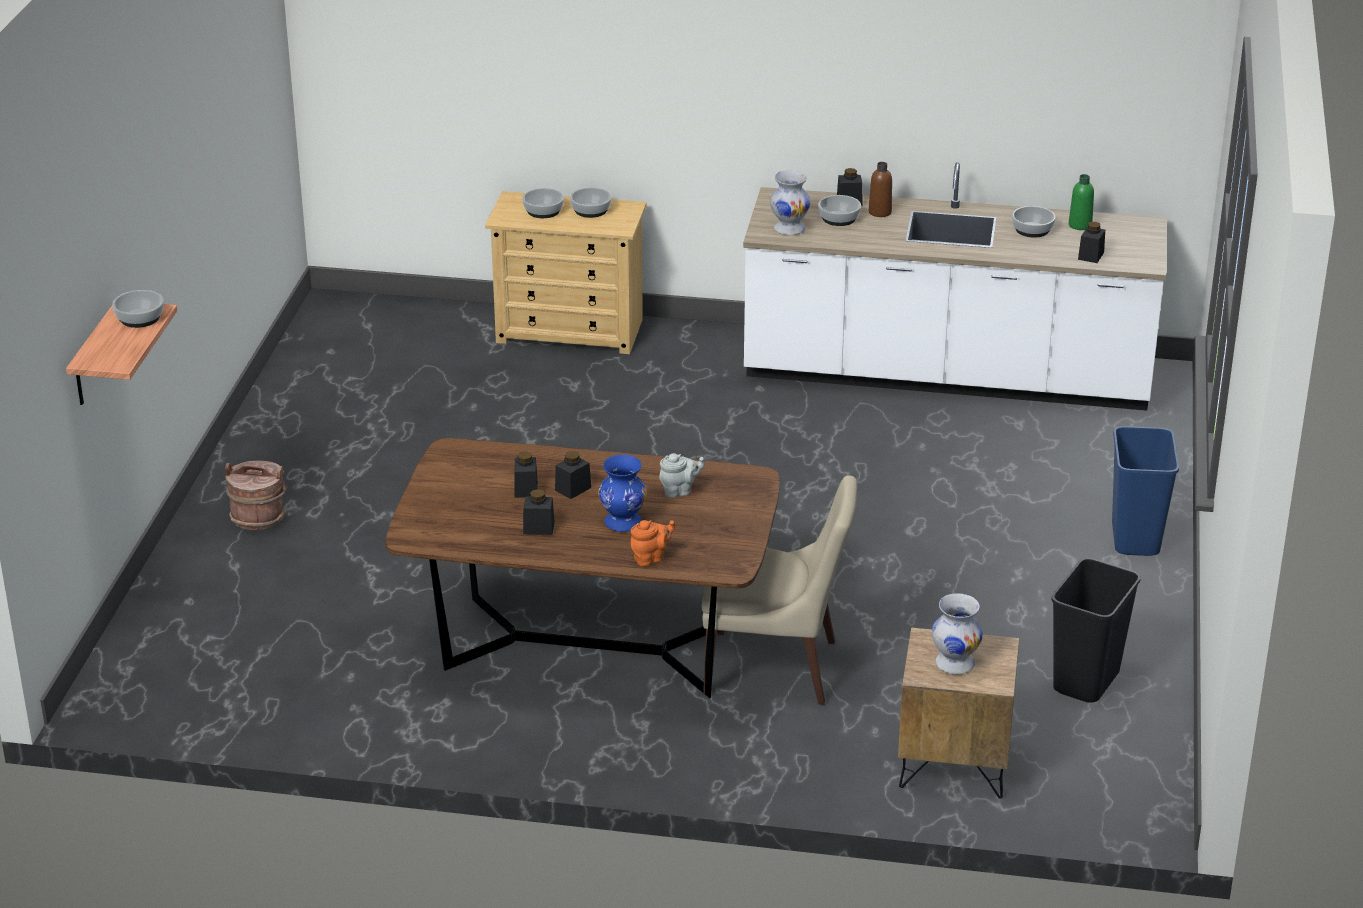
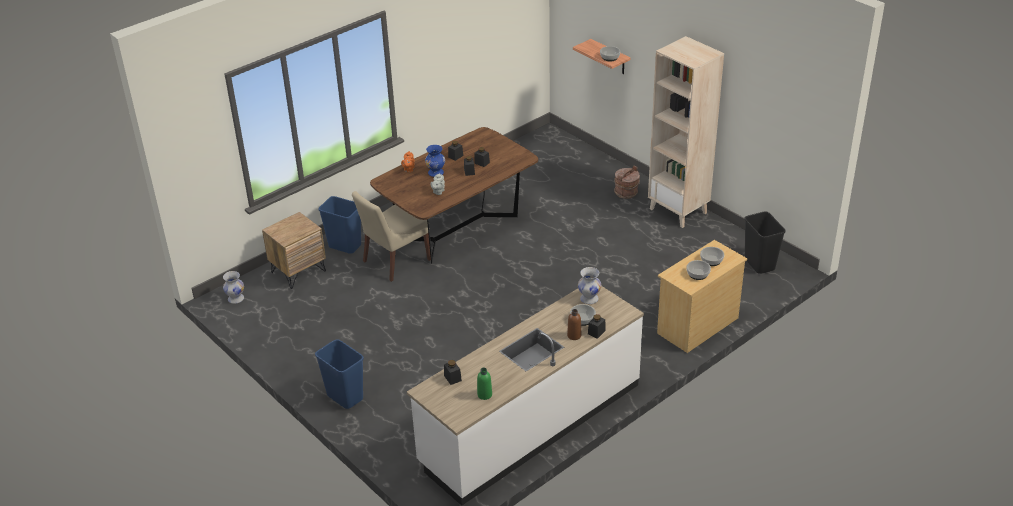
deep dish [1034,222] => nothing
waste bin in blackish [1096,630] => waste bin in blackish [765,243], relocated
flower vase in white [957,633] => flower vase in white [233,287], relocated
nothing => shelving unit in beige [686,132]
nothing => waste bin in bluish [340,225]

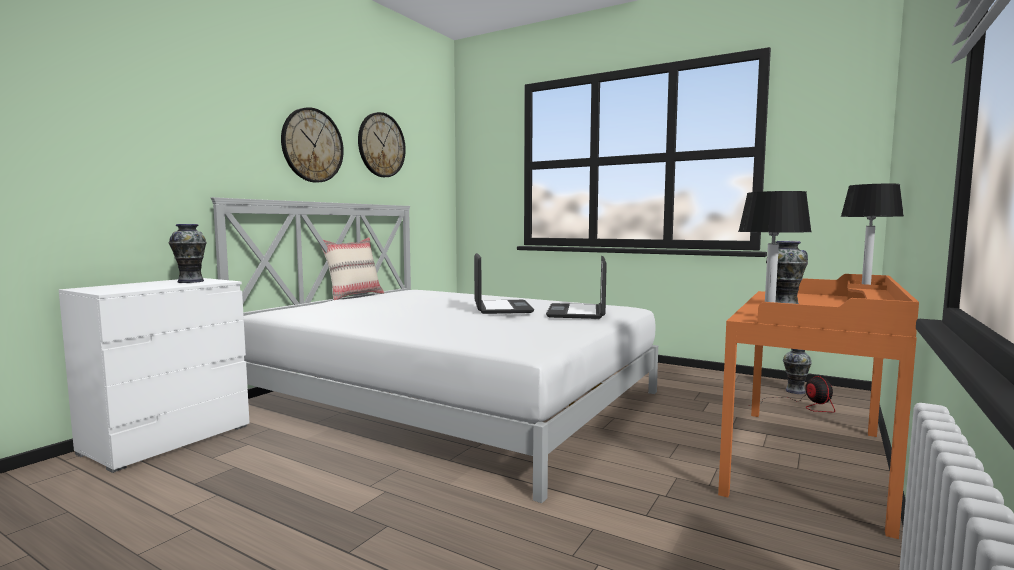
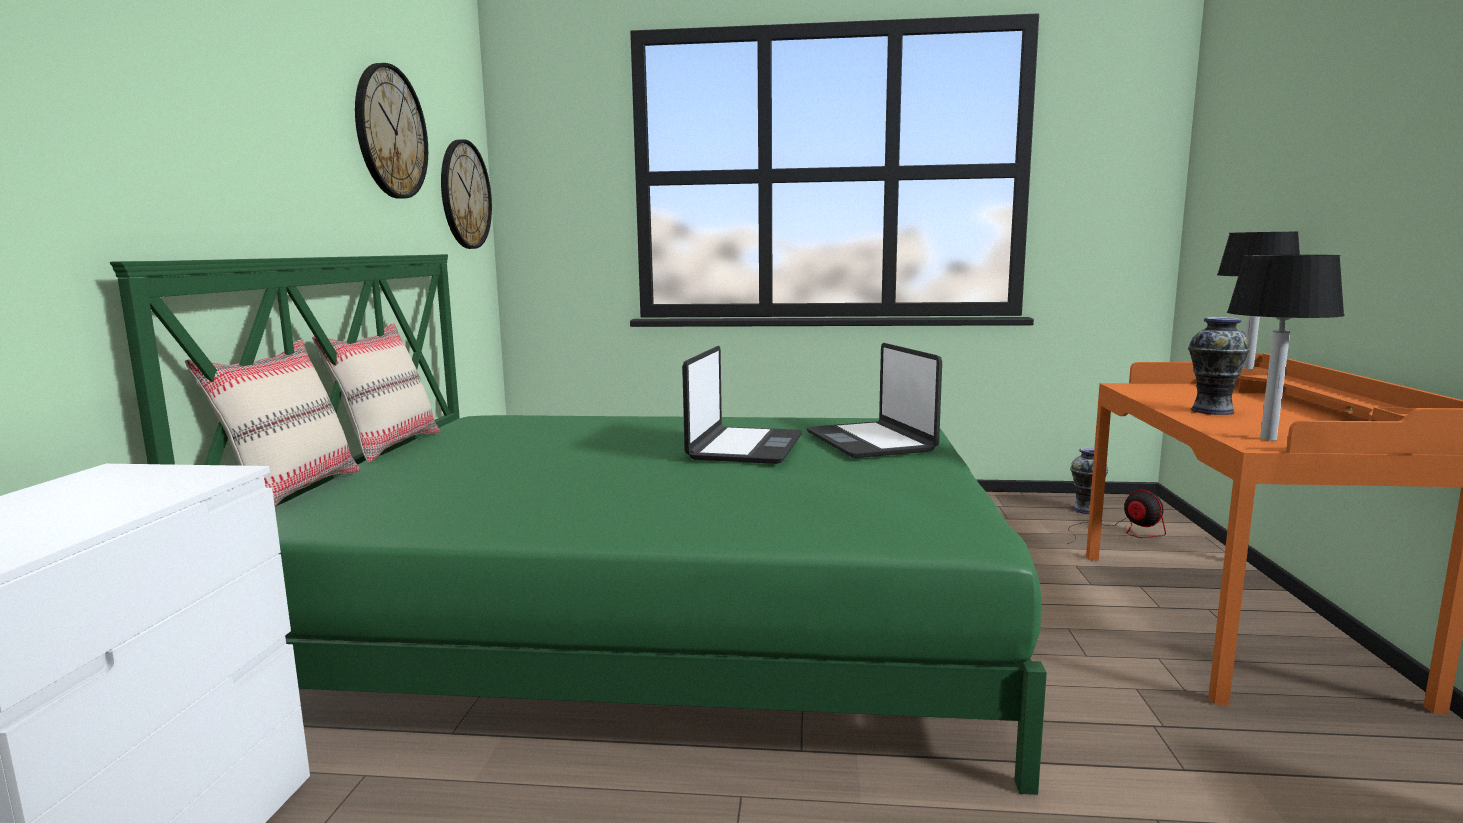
wall clock [312,144] => wall clock [466,194], relocated
bed in white [434,350] => bed in green-coloured [578,524]
flower vase [188,253] => nothing
portable computer [504,283] => portable computer [742,405], 45 degrees clockwise
nothing => throw pillow in beige [272,422]

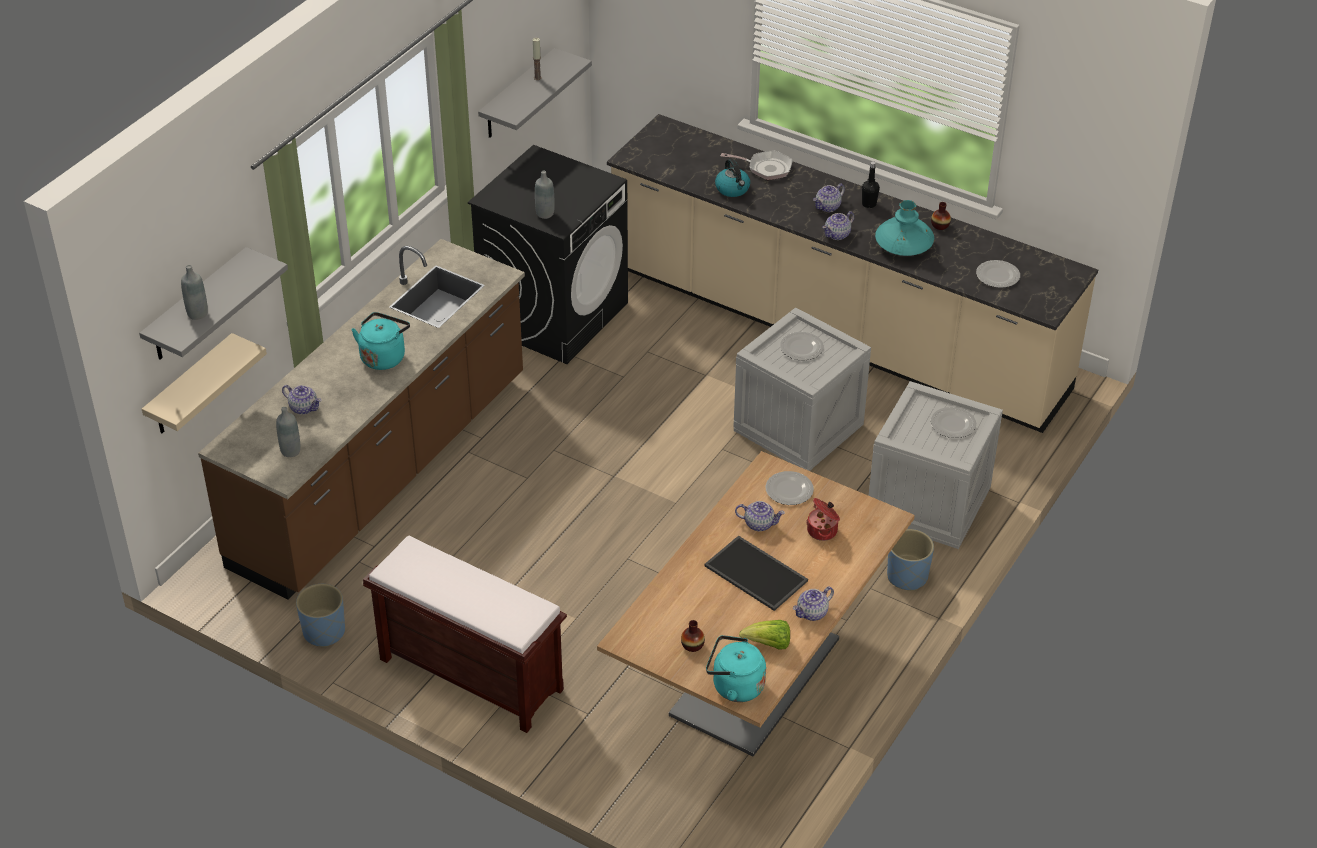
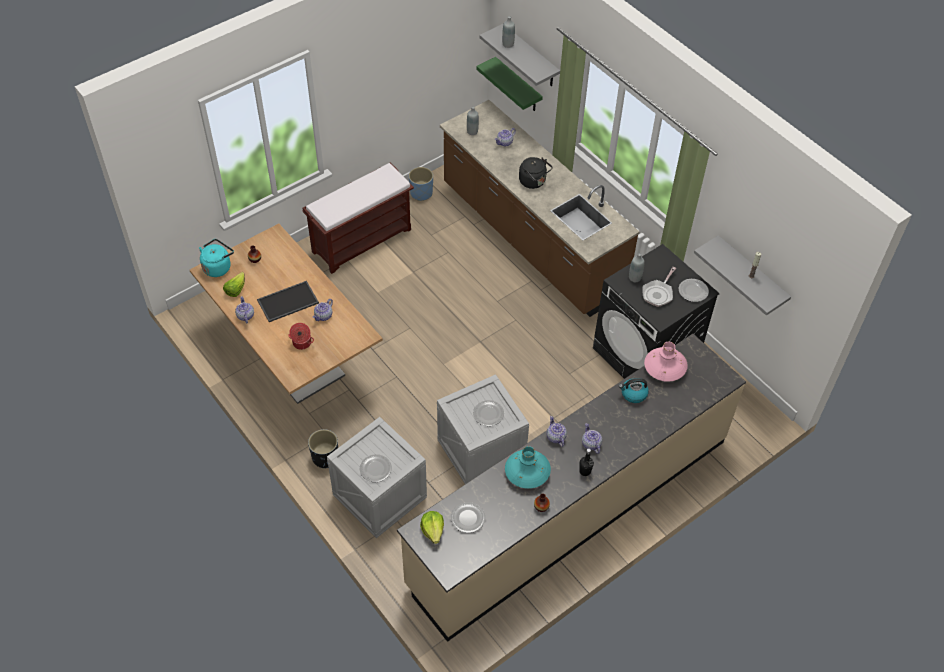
pan [756,165] => pan [659,287], relocated
water kettle in turquoise-coloured [380,341] => water kettle in blackish [535,173]
bracket shelf in beige [204,383] => bracket shelf in green-coloured [509,84]
dinner plate [789,488] => dinner plate [694,290], relocated
flower pot in bluish [910,560] => flower pot in blackish [323,449]
nothing => flower vase in pink [666,362]
nothing => head of lettuce [432,527]

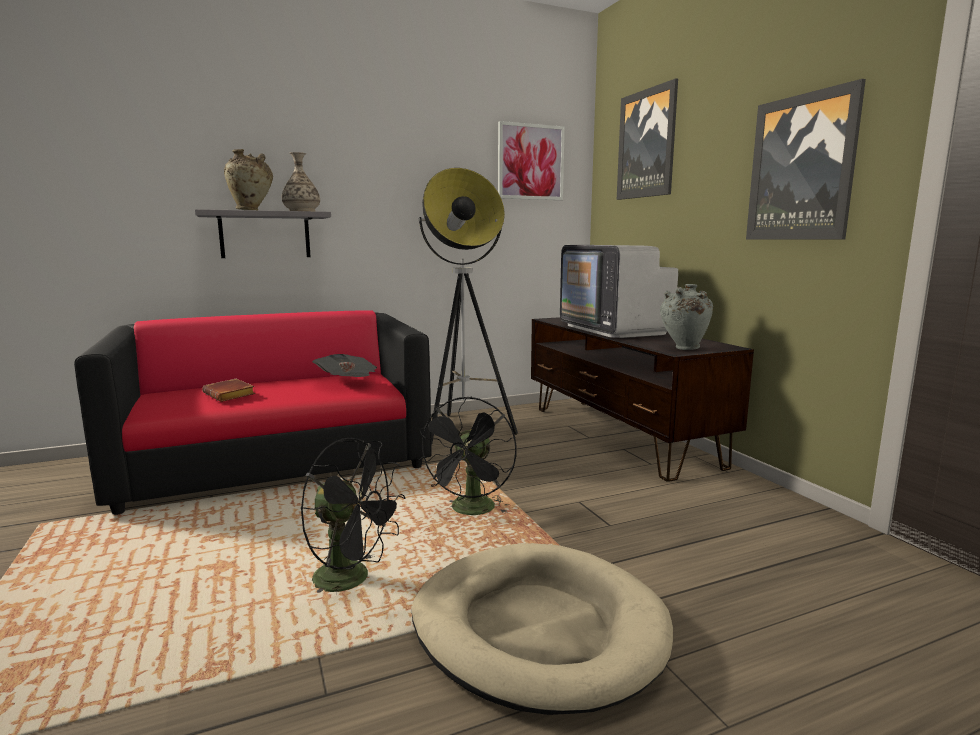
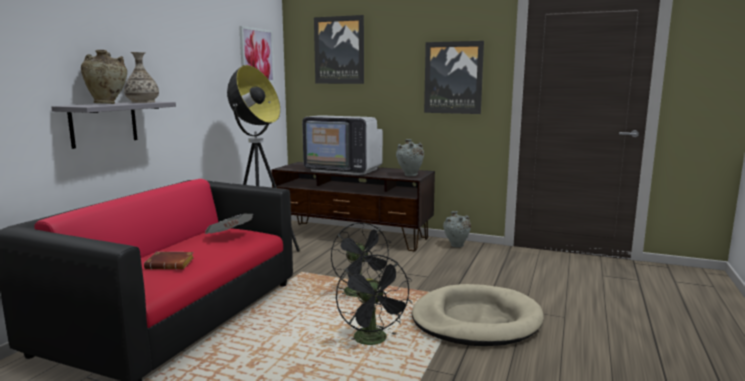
fan in blackish [352,515] => fan in blackish [374,299], 90 degrees clockwise
nothing => flower vase in greyish [457,229]

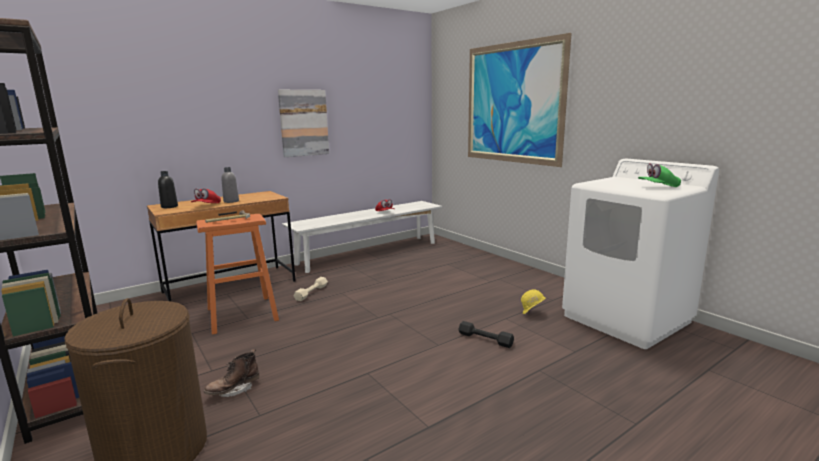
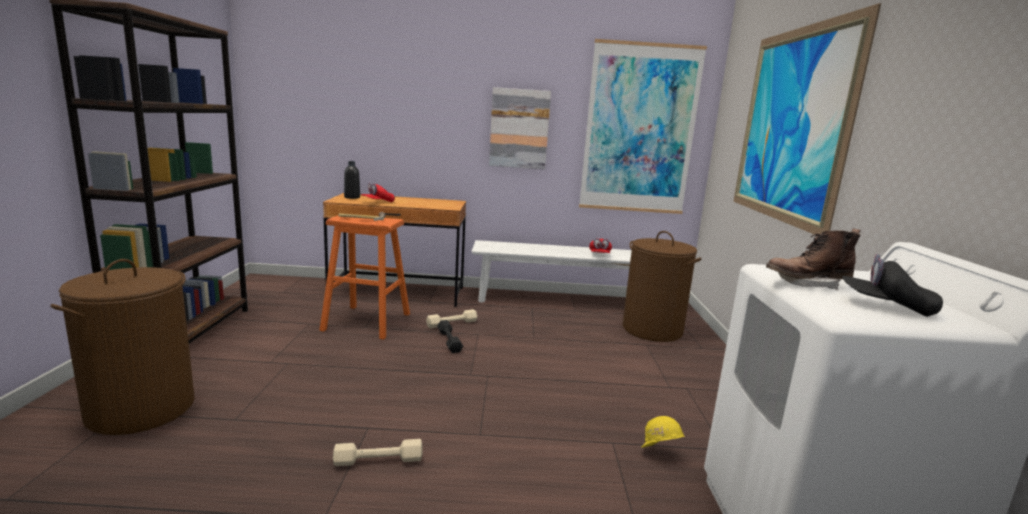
peaked cap in green-coloured [659,175] => peaked cap in blackish [892,285]
drink bottle in greyish [230,185] => nothing
dumbbell in blackish [486,334] => dumbbell in blackish [450,336], relocated
boot in brownish [232,373] => boot in brownish [813,259], relocated
nothing => wall picture [643,126]
nothing => washing basket in brownish [662,286]
nothing => dumbbell in beige [378,452]

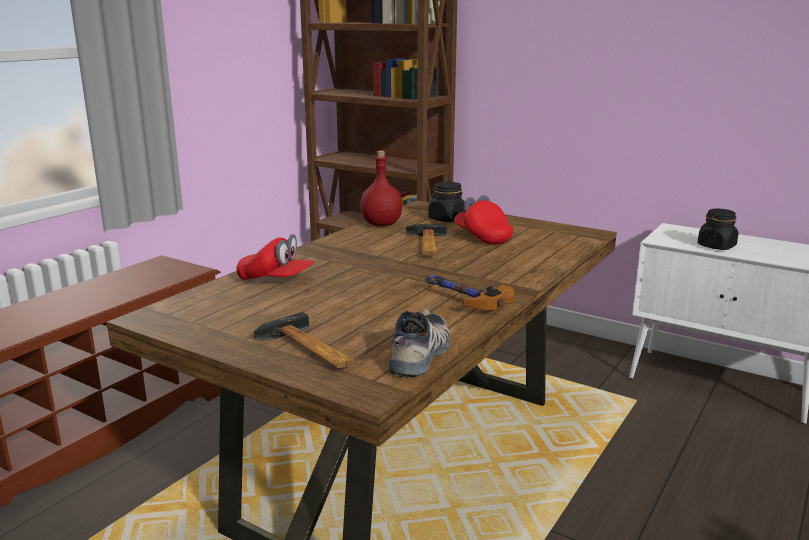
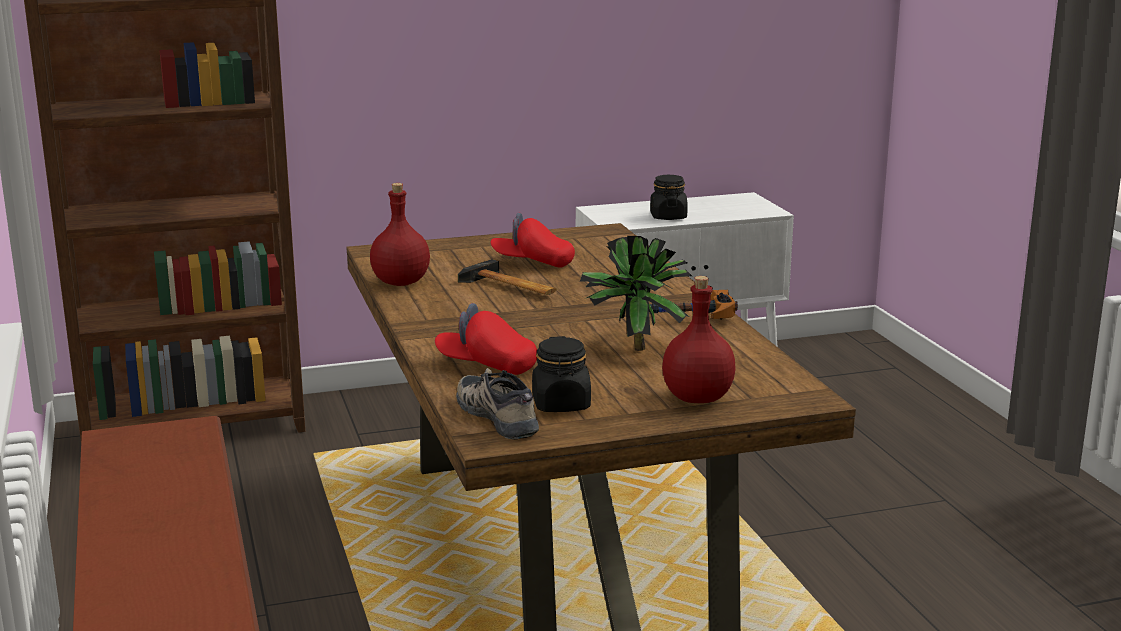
jar in blackish [446,201] => jar in blackish [561,374], relocated
peaked cap in red-coloured [275,257] => peaked cap in red-coloured [486,339], 135 degrees counterclockwise
shoe [419,343] => shoe [497,404], relocated
tool hammer [304,340] => drink bottle in red-coloured [699,339]
nothing => potted plant [636,293]

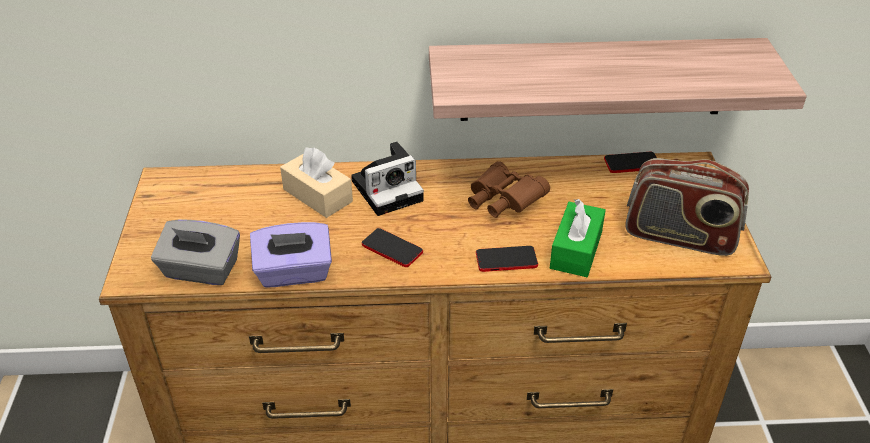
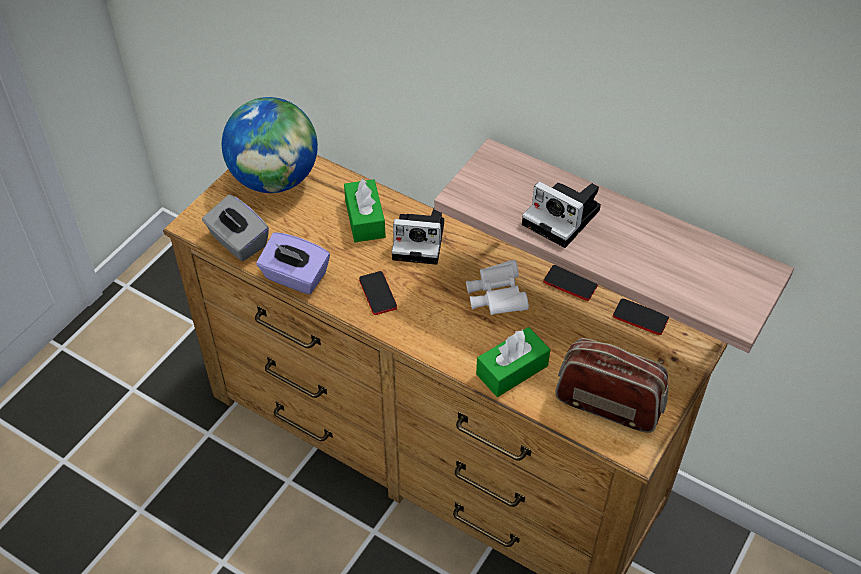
tissue box in beige [316,182] => tissue box in green-coloured [365,210]
radio receiver [687,207] => radio receiver [612,385], 150 degrees clockwise
field glasses in brownish [509,189] => field glasses in white [497,287]
handset [507,259] => handset [570,283], relocated
nothing => desk globe [270,145]
nothing => photo camera [561,214]

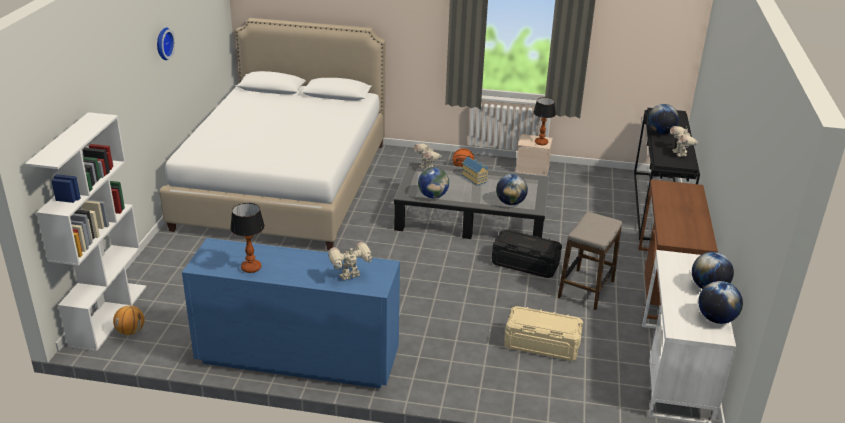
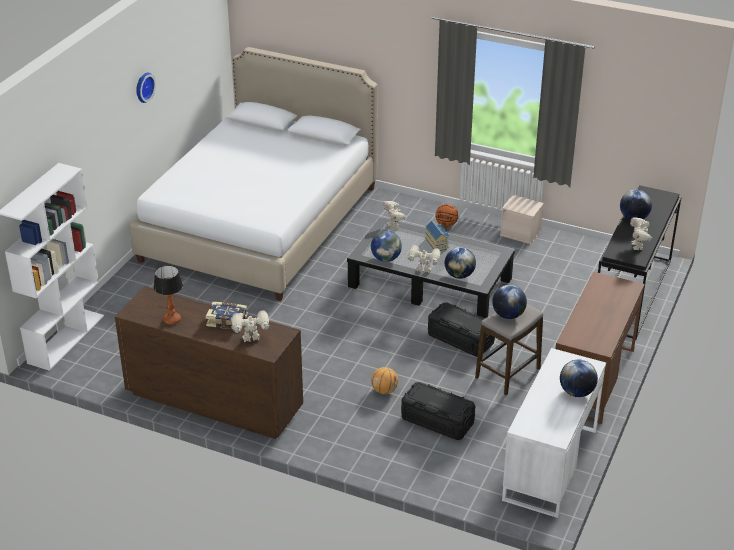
table lamp [544,121] => nothing
dresser in bluish [291,313] => dresser in brownish [209,362]
desk globe [720,302] => desk globe [509,302], relocated
ball for basketball [128,320] => ball for basketball [384,380], relocated
storage bin in beige [543,333] => storage bin in blackish [438,411]
nothing => robot figure [424,259]
nothing => book [227,315]

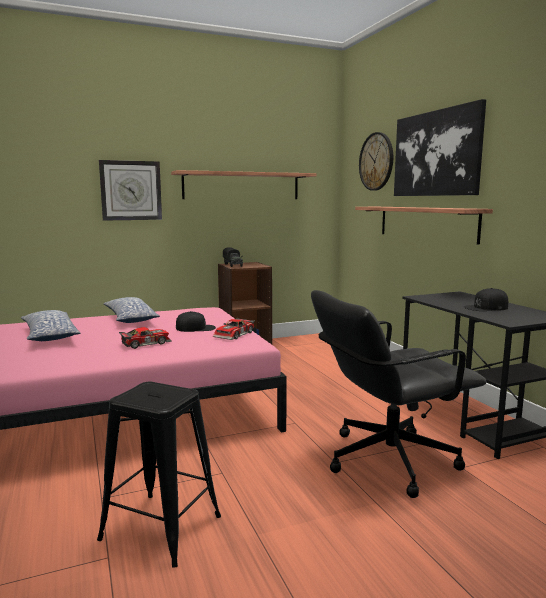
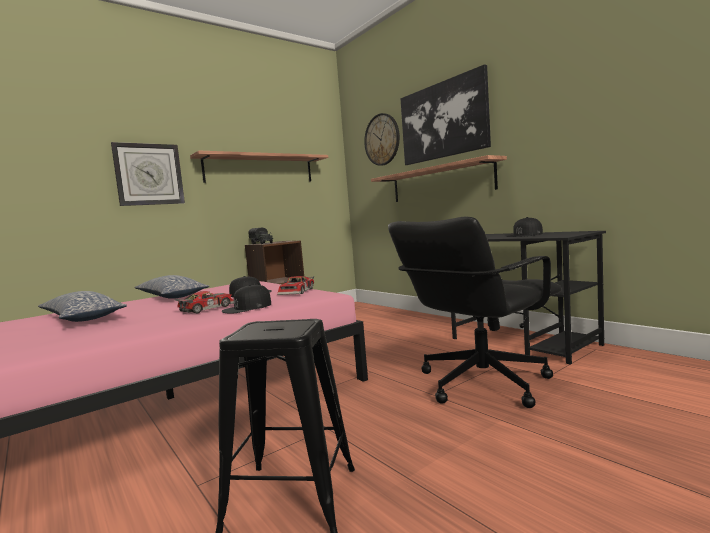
nothing => peaked cap in blackish [246,298]

